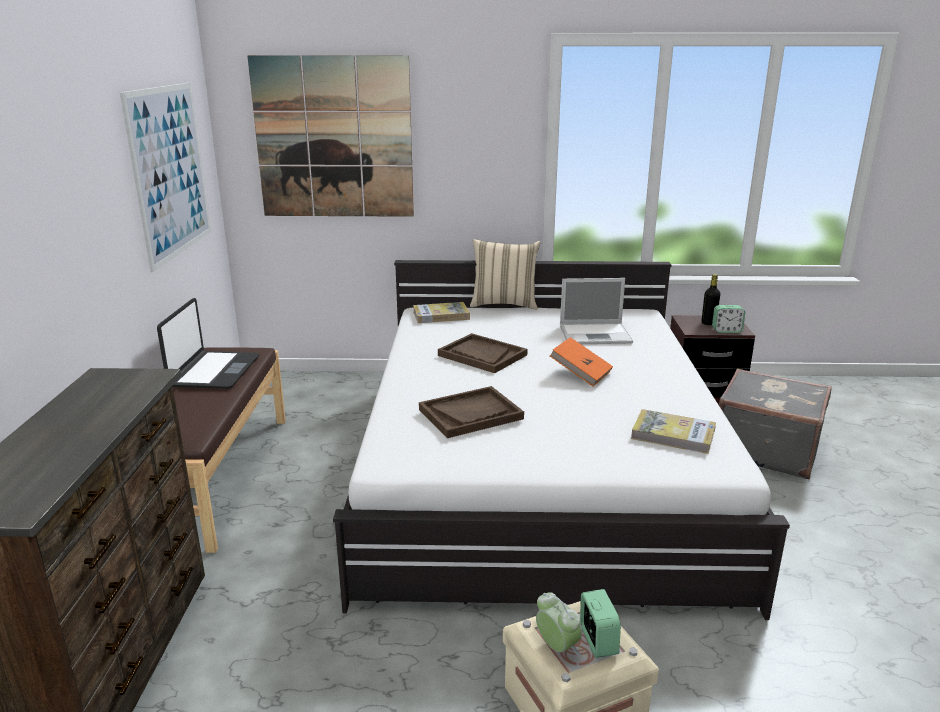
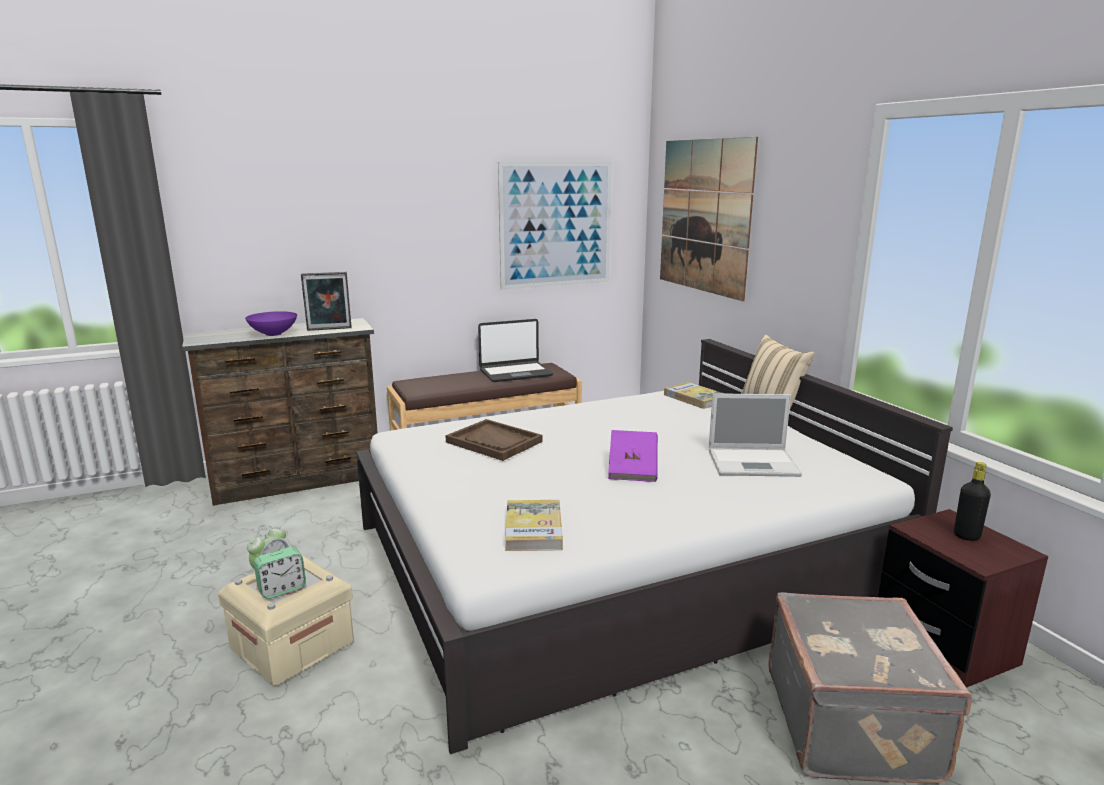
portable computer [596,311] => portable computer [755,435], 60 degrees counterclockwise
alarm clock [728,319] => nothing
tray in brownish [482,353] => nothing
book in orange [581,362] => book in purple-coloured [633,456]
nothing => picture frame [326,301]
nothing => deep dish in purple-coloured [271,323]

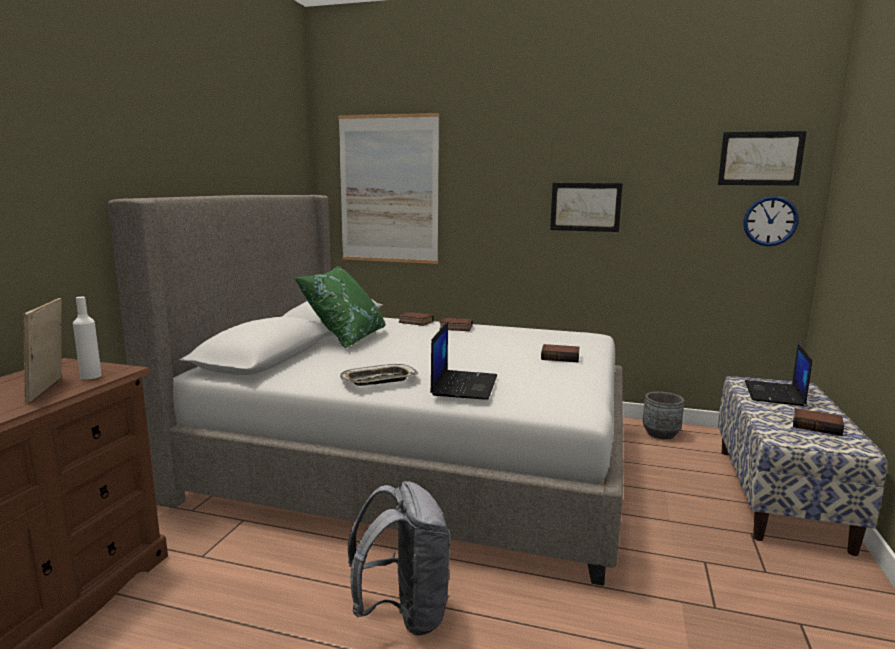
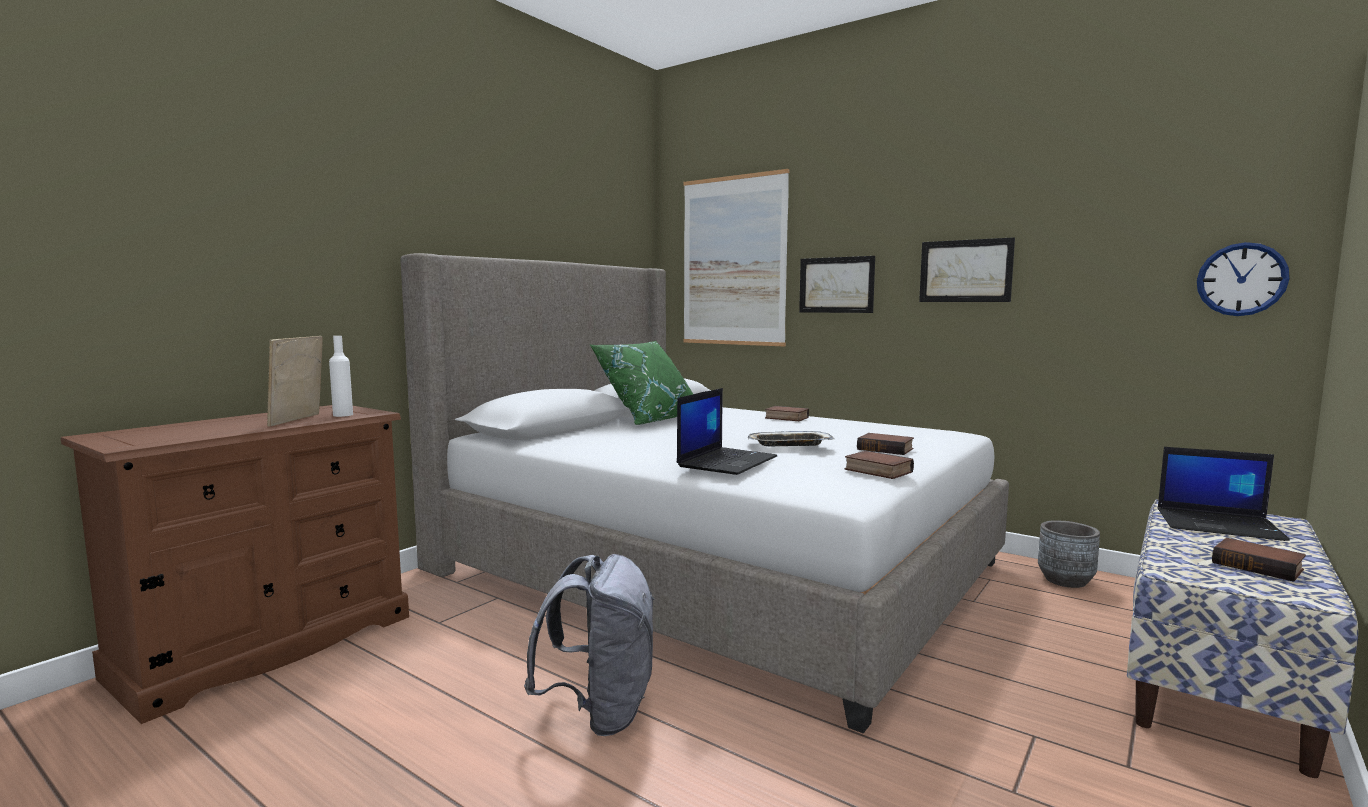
wall picture [762,158] => wall picture [837,284], relocated
book [416,319] => book [879,465], relocated
portable computer [778,375] => portable computer [1224,494], 105 degrees counterclockwise
tray [379,375] => tray [791,439], relocated

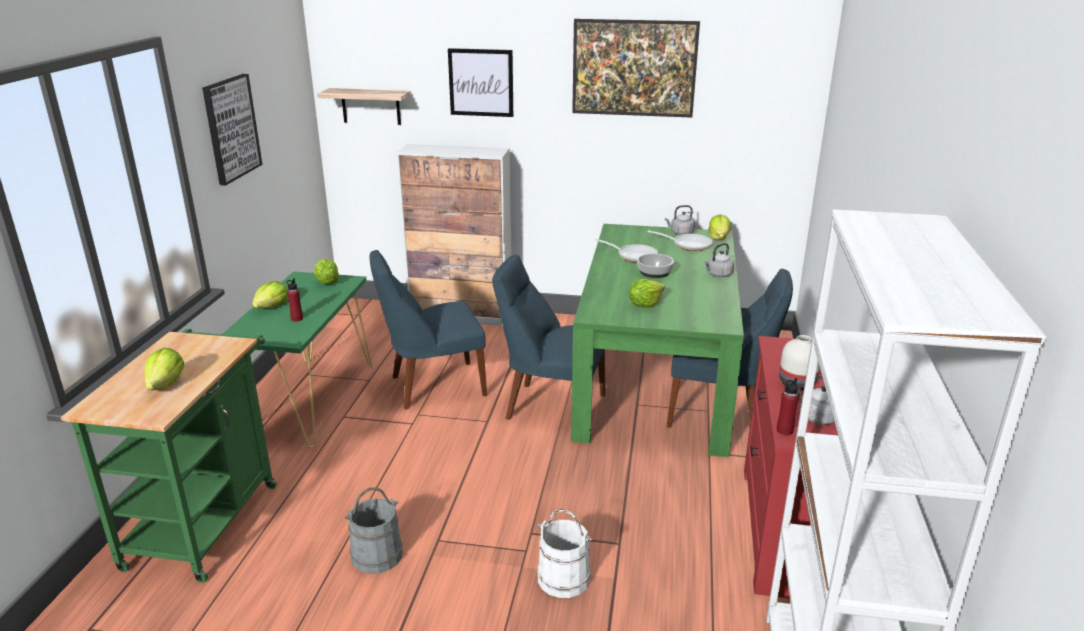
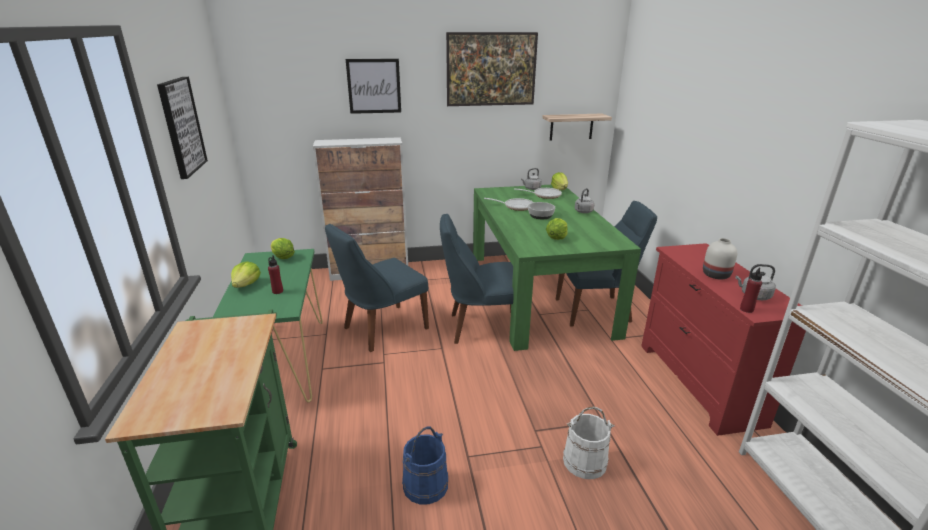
bracket shelf [364,106] => bracket shelf [577,126], relocated
head of lettuce [165,369] => nothing
pail in greyish [373,530] => pail in bluish [425,465]

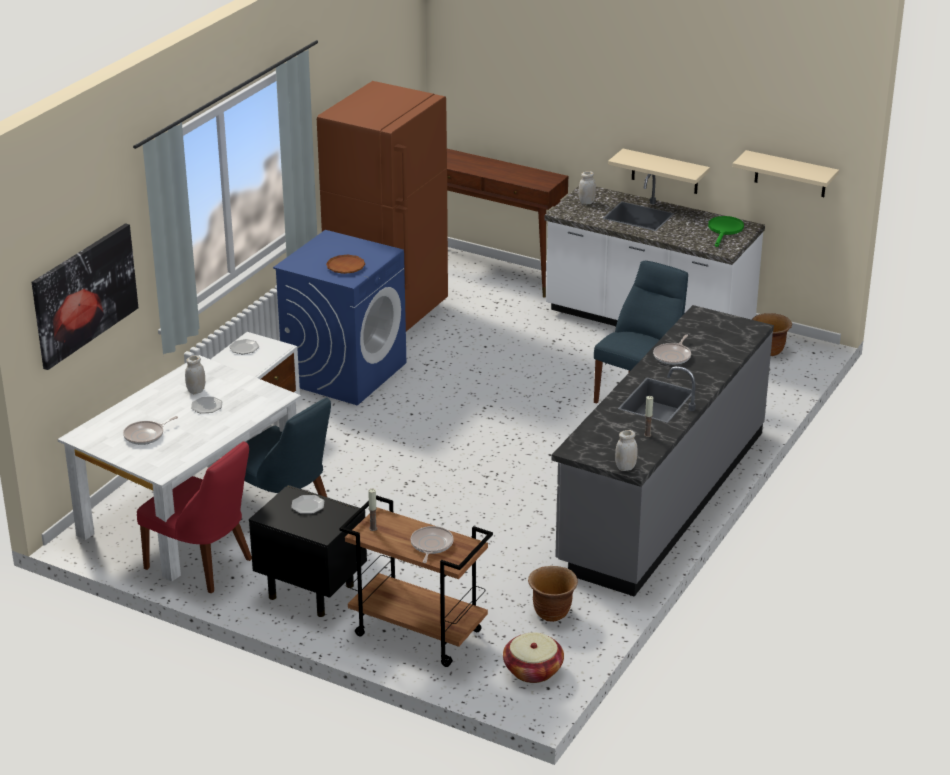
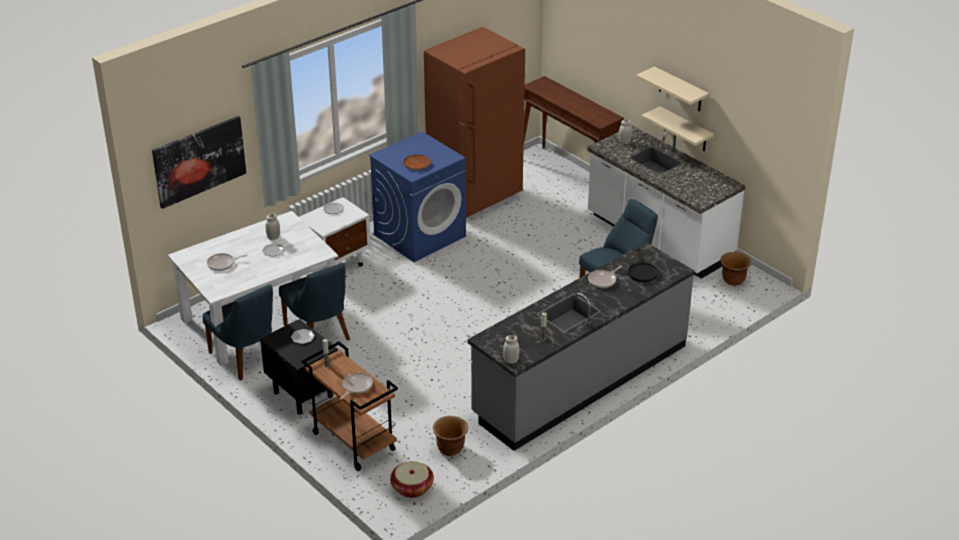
bracket shelf in beige [785,173] => bracket shelf in beige [672,88], relocated
pan in green-coloured [726,231] => nothing
upright chair in red-coloured [194,517] => upright chair in bluish [237,332]
nothing => pan in blackish [643,265]

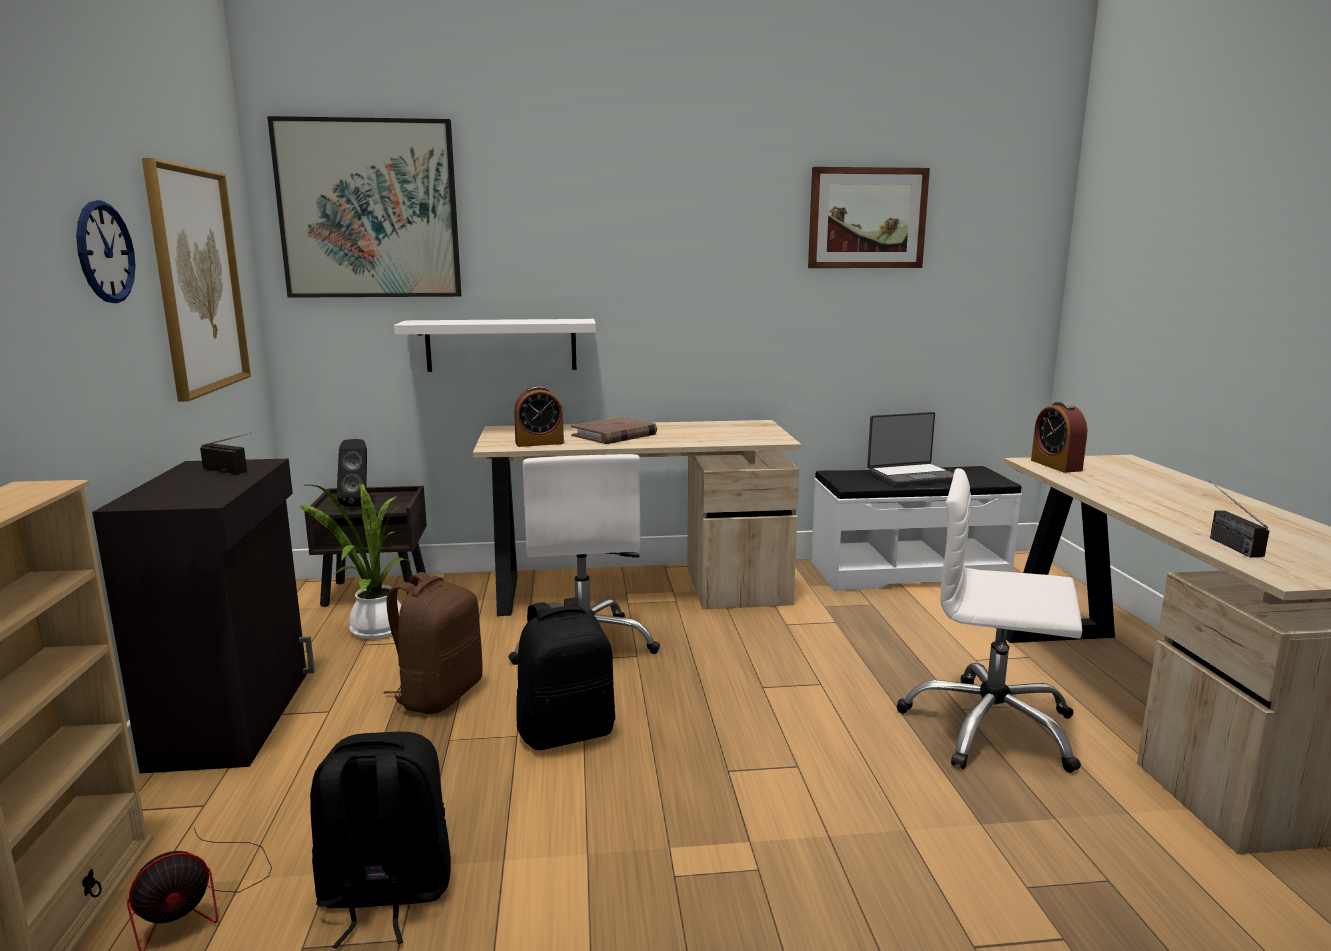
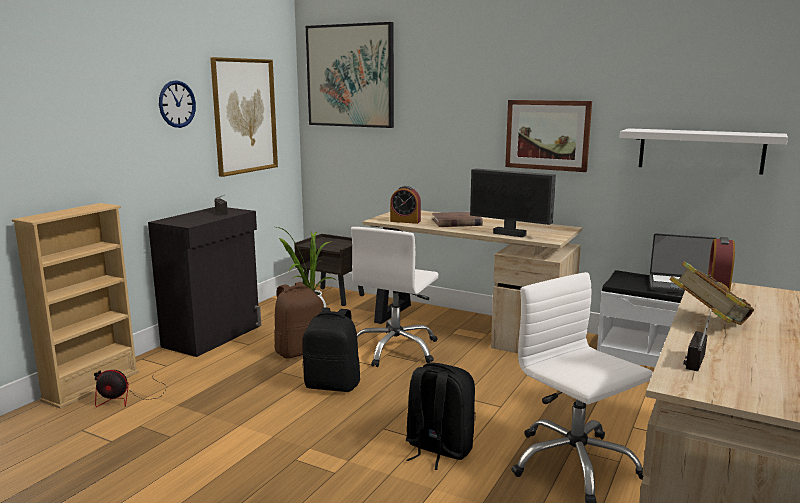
wall picture [869,217] => wall picture [548,136], relocated
bracket shelf in white [495,345] => bracket shelf in white [704,151], relocated
speaker in blackish [352,473] => nothing
backpack in blackish [380,840] => backpack in blackish [440,416], relocated
nothing => monitor [513,203]
nothing => book [711,293]

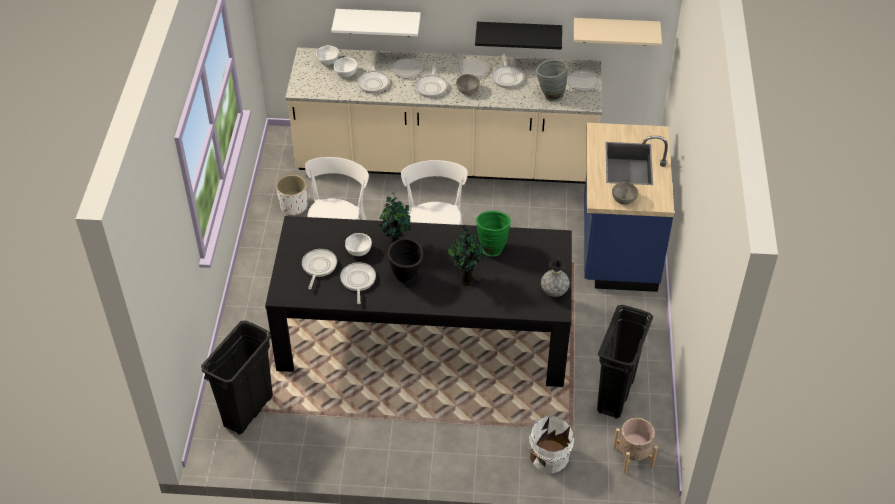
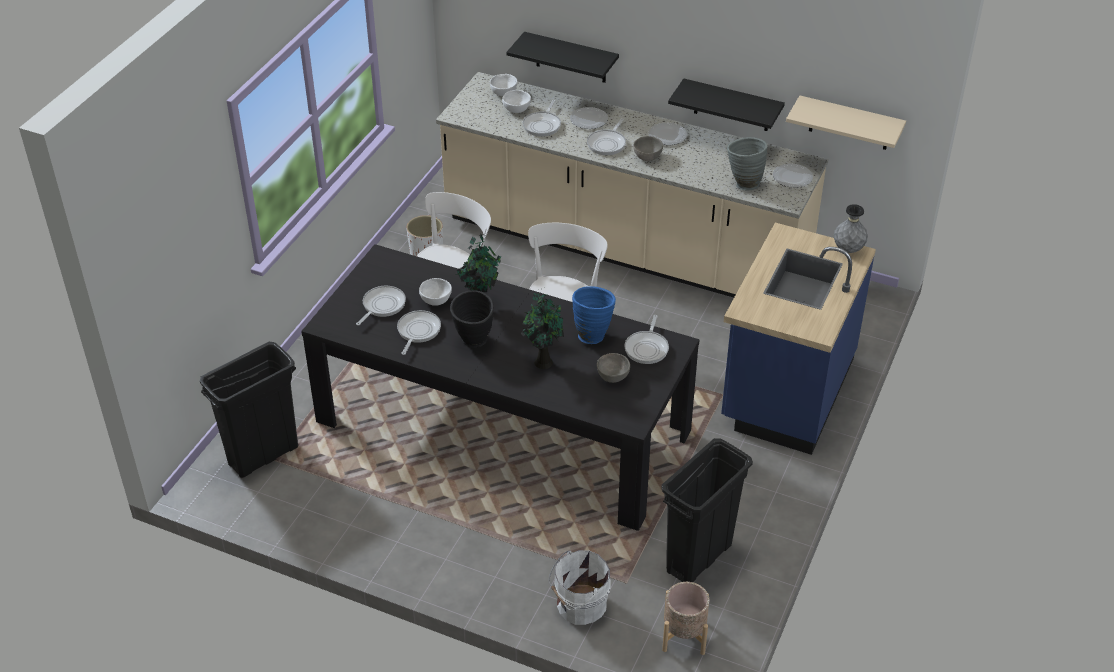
bracket shelf in white [376,22] => bracket shelf in blackish [562,57]
pan [507,71] => pan [646,339], relocated
deep dish in greyish [625,193] => deep dish in greyish [613,368], relocated
flower vase in green-coloured [493,234] => flower vase in bluish [594,315]
flower vase in greyish [555,277] => flower vase in greyish [851,228], relocated

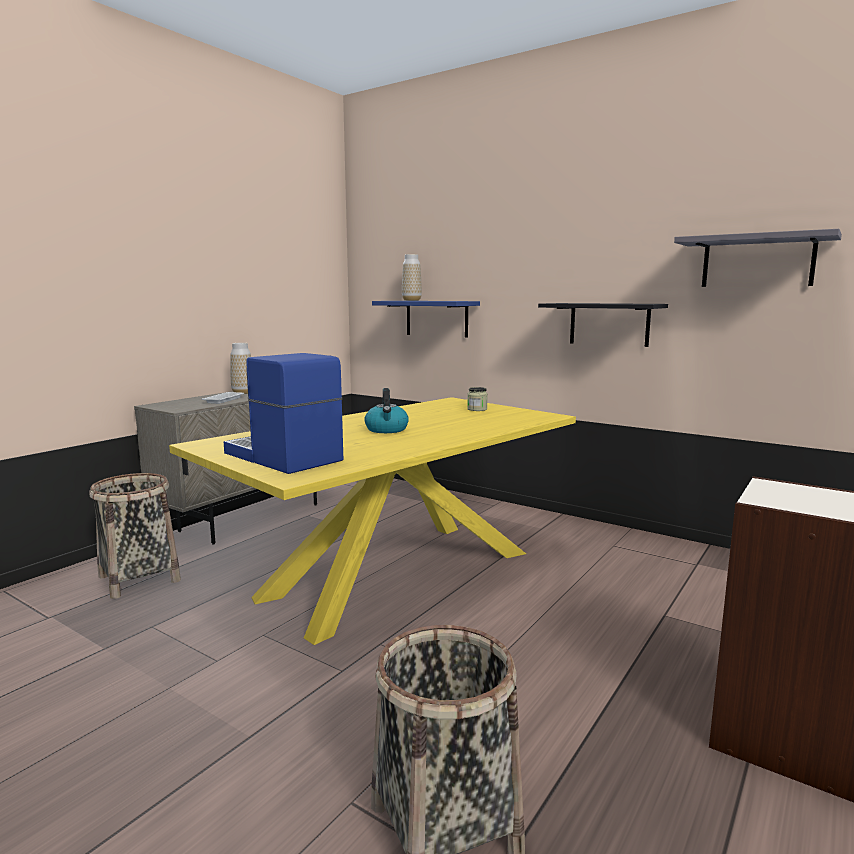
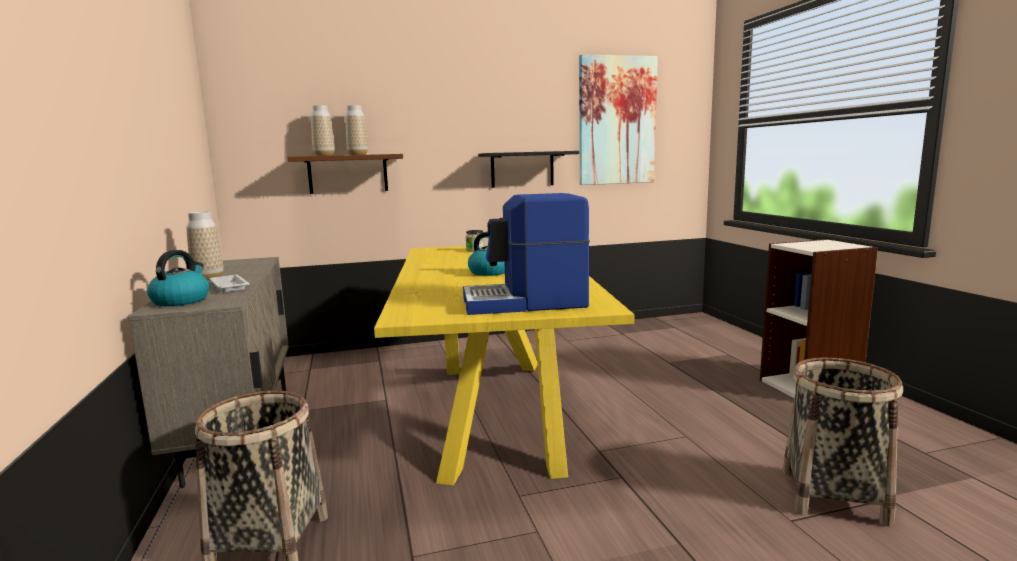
bracket shelf in greyish [758,258] => wall picture [618,119]
bracket shelf in bluish [426,319] => bracket shelf in brownish [345,174]
nothing => flower vase [356,130]
nothing => water kettle [178,278]

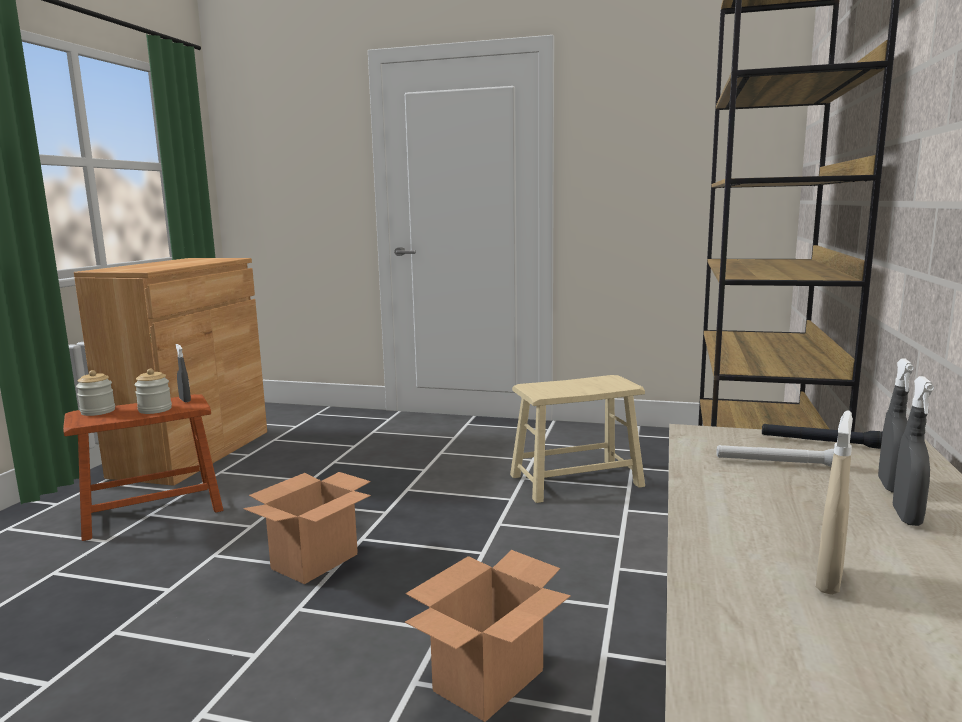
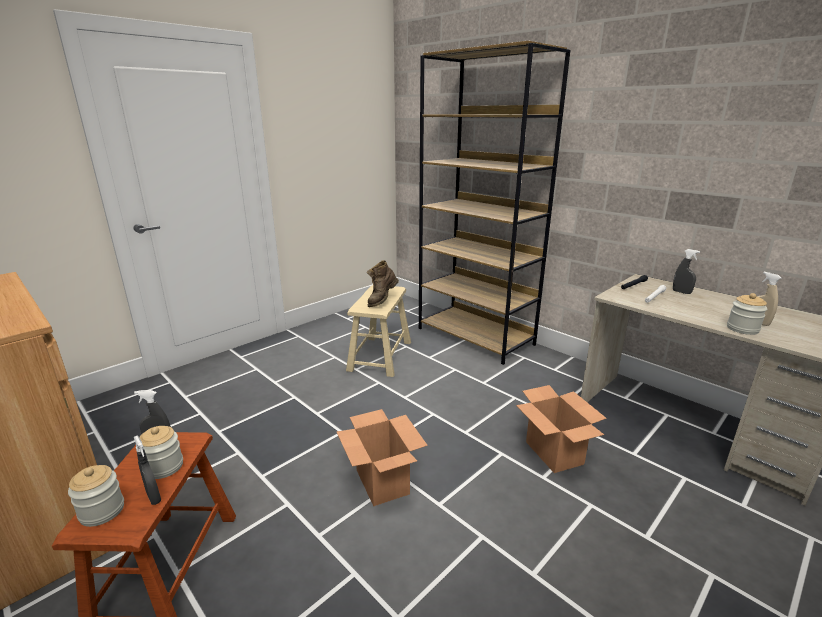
hand sprayer in greyish [913,451] => hand sprayer in greyish [147,470], relocated
nothing => boot in brownish [383,283]
nothing => jar [747,314]

